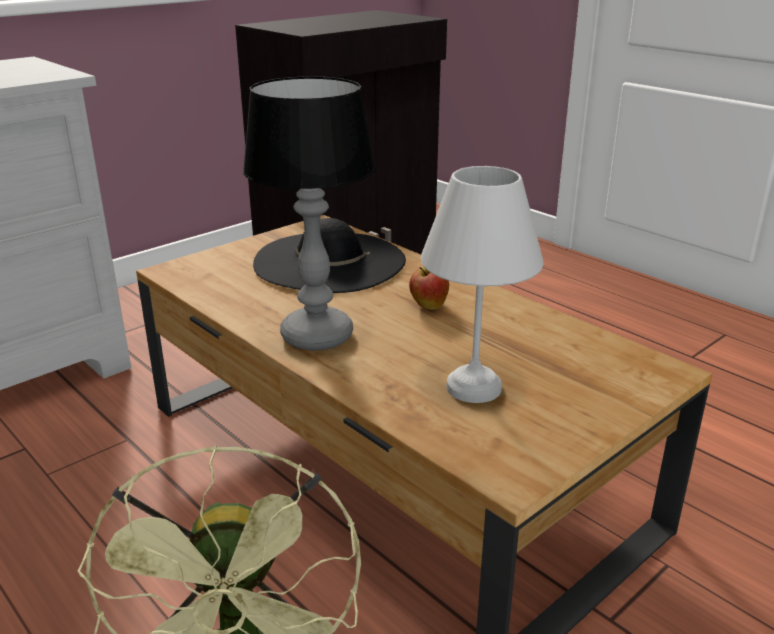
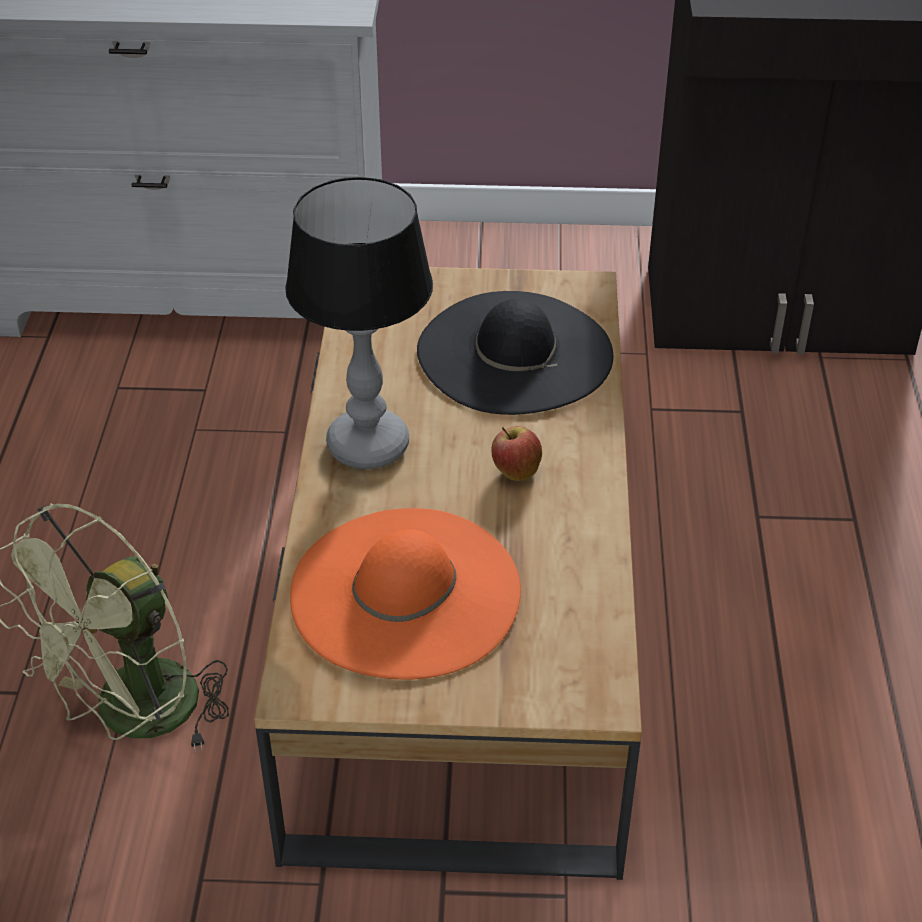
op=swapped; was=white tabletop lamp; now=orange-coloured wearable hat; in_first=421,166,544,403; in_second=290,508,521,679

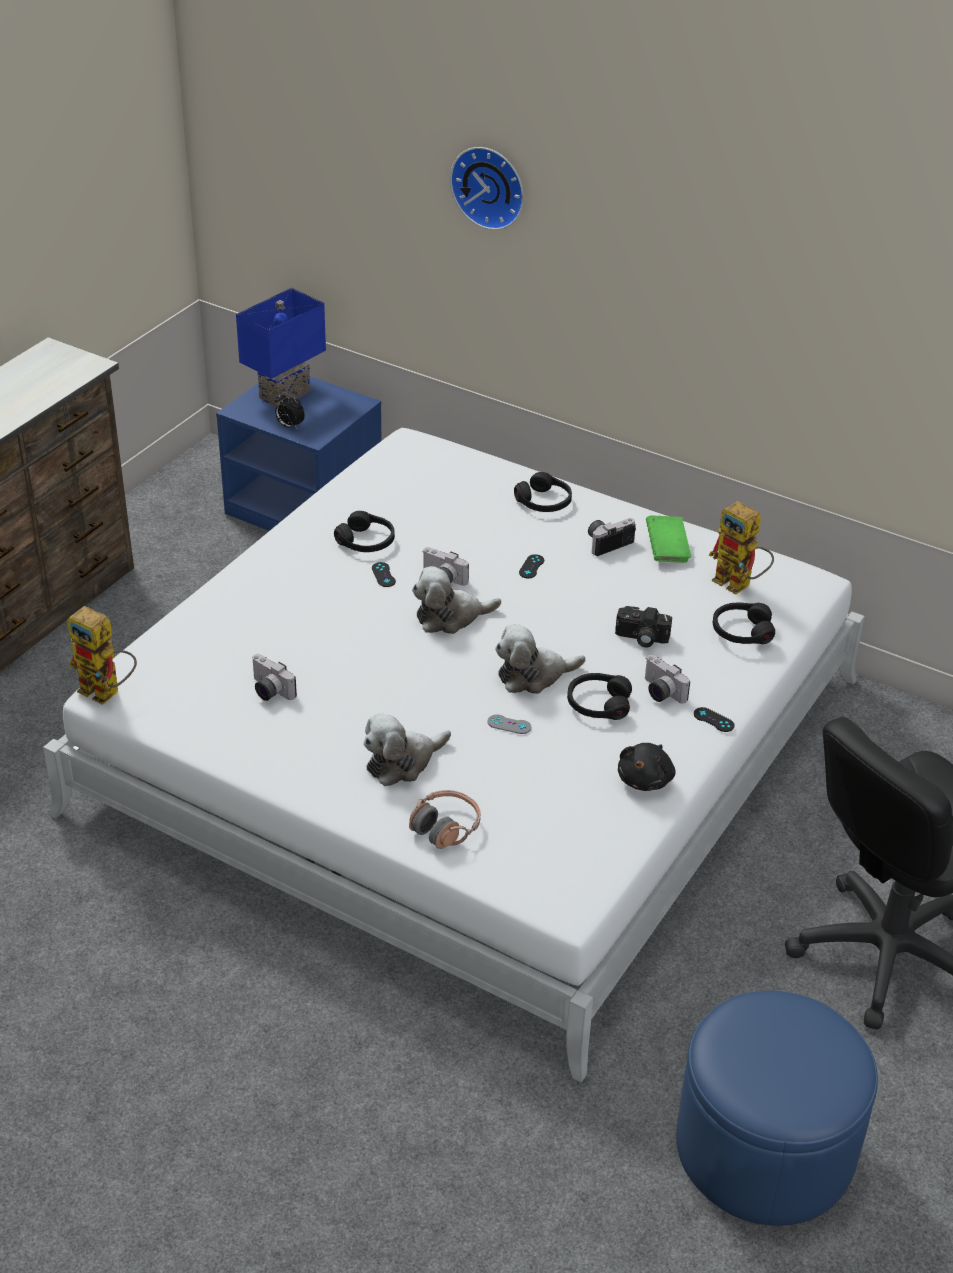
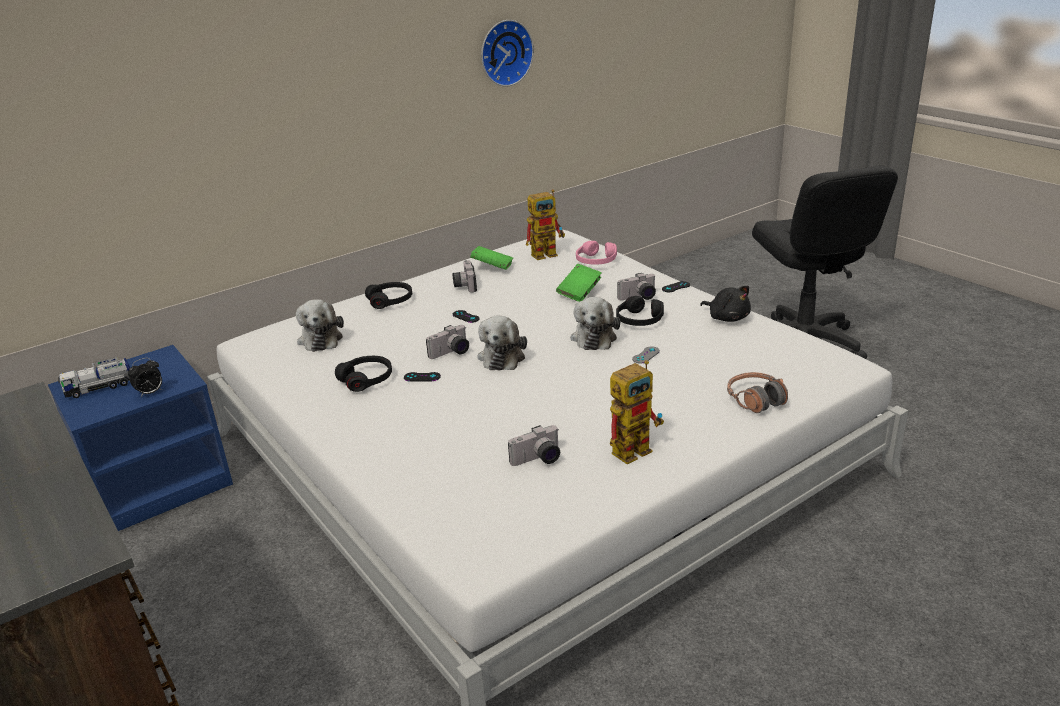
op=gone; was=blue footrest; in_first=676,991,878,1226
op=shifted; was=robot figure; in_first=67,606,137,705; in_second=610,360,664,464
op=shifted; was=plush toy; in_first=364,713,451,786; in_second=296,299,344,352
op=shifted; was=clock on the wall; in_first=450,147,524,230; in_second=481,20,534,87
op=swapped; was=blue tabletop lamp; now=model truck; in_first=236,288,326,407; in_second=58,357,130,398
op=swapped; was=still camera; now=green book; in_first=615,606,672,648; in_second=556,264,602,302
op=repainted; was=blackish pair of headphones; now=pink pair of headphones; in_first=713,602,775,644; in_second=576,241,617,265

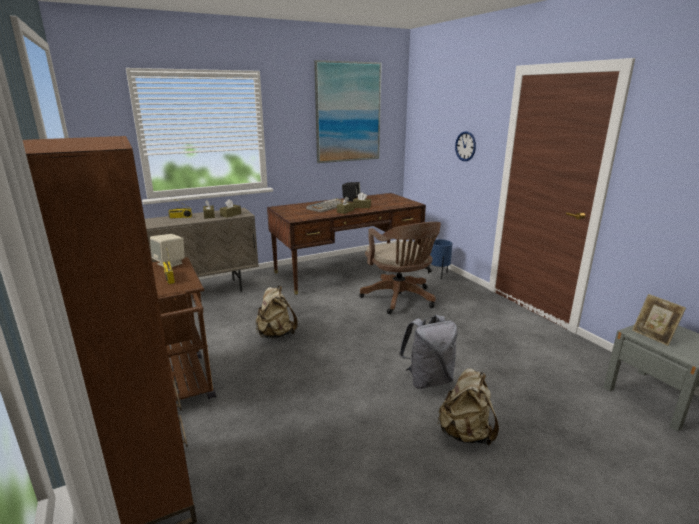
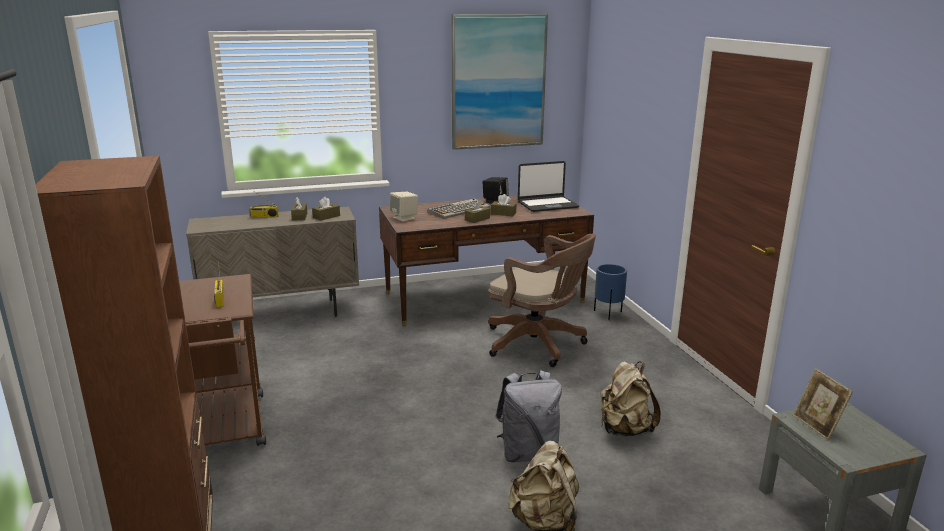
op=gone; was=clock on the wall; in_first=455,131,476,161
op=new; now=portable computer; in_second=518,161,579,212
op=shifted; was=beige loudspeaker; in_first=150,234,185,267; in_second=390,192,418,222
op=shifted; was=beige knapsack; in_first=256,286,298,338; in_second=601,361,661,436
op=rotated; was=brownish office chair; in_first=359,222,441,314; in_second=488,234,596,367; clockwise=-45

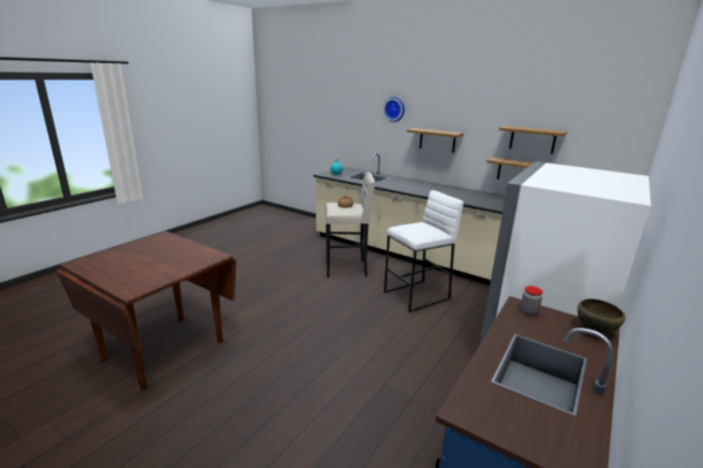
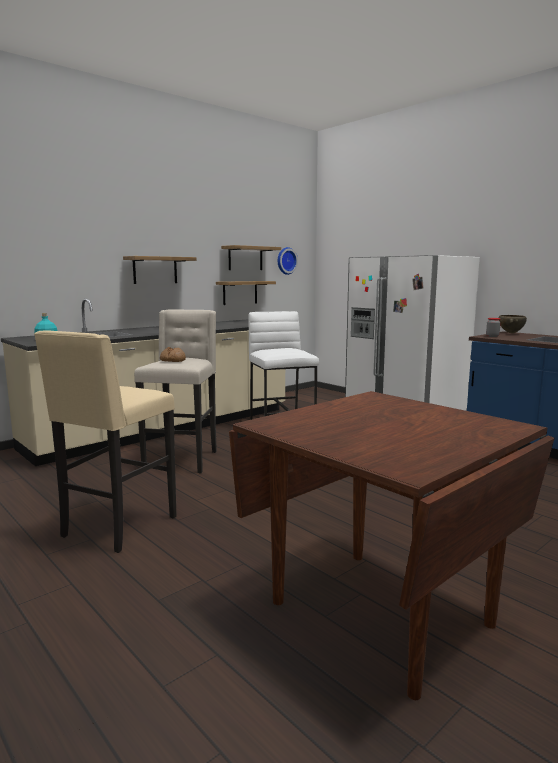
op=new; now=beige stool seat; in_second=34,330,177,553
op=shifted; was=clock on the wall; in_first=383,97,404,122; in_second=278,247,298,275

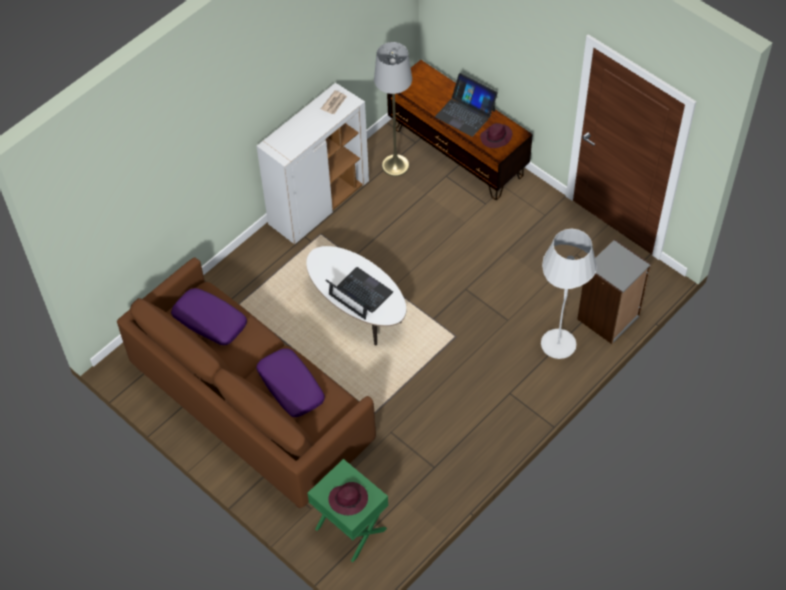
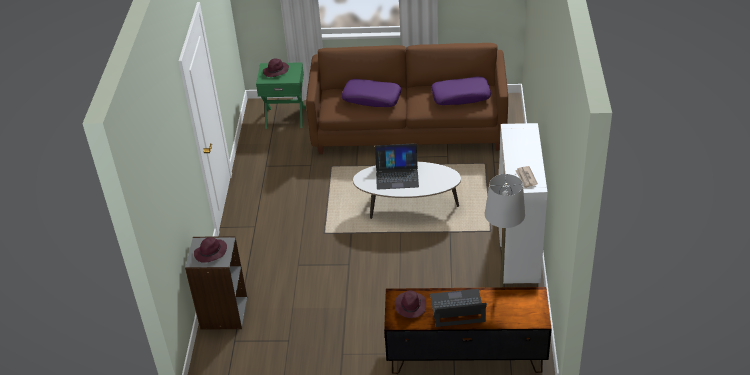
op=gone; was=white standing lamp; in_first=541,229,597,359
op=new; now=purple-coloured wearable hat; in_second=194,237,227,263

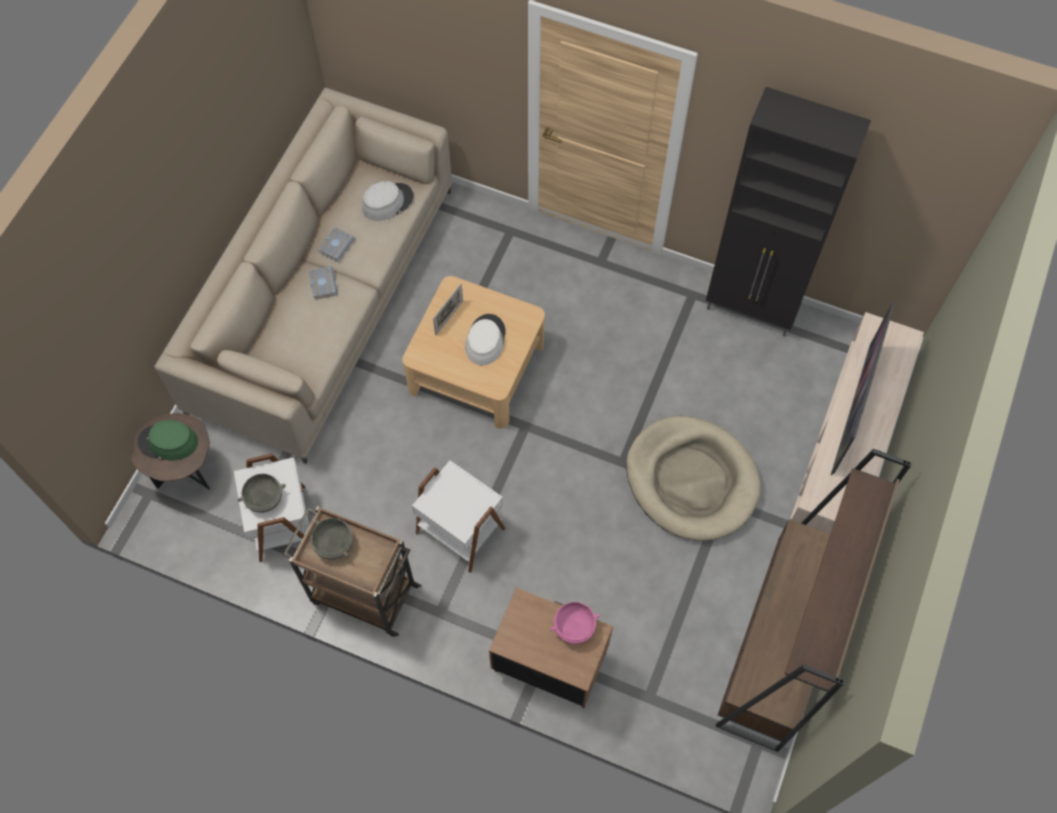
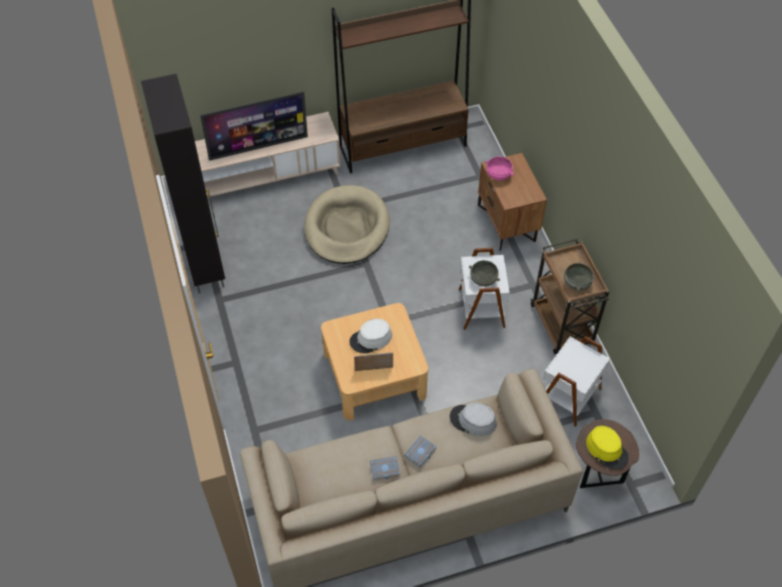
op=shifted; was=grey serving bowl; in_first=238,474,286,513; in_second=469,260,500,287
op=shifted; was=grey wearable hat; in_first=362,181,413,221; in_second=450,402,497,436
op=repainted; was=green wearable hat; now=yellow-coloured wearable hat; in_first=137,420,198,461; in_second=586,426,629,469

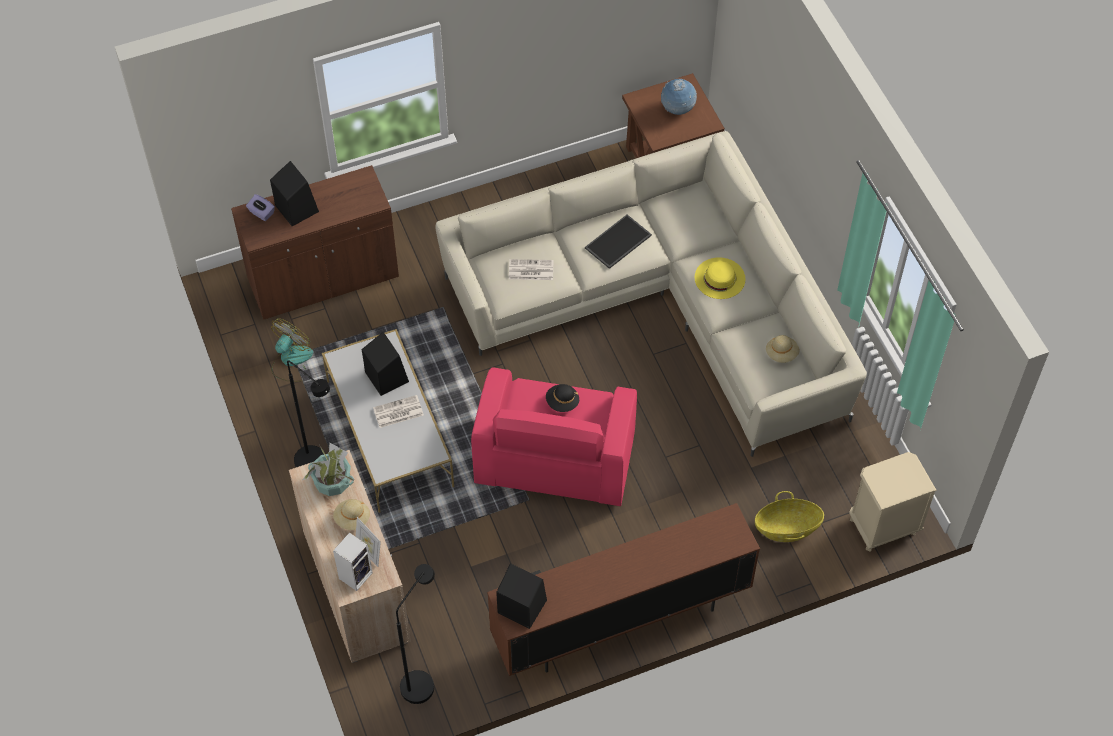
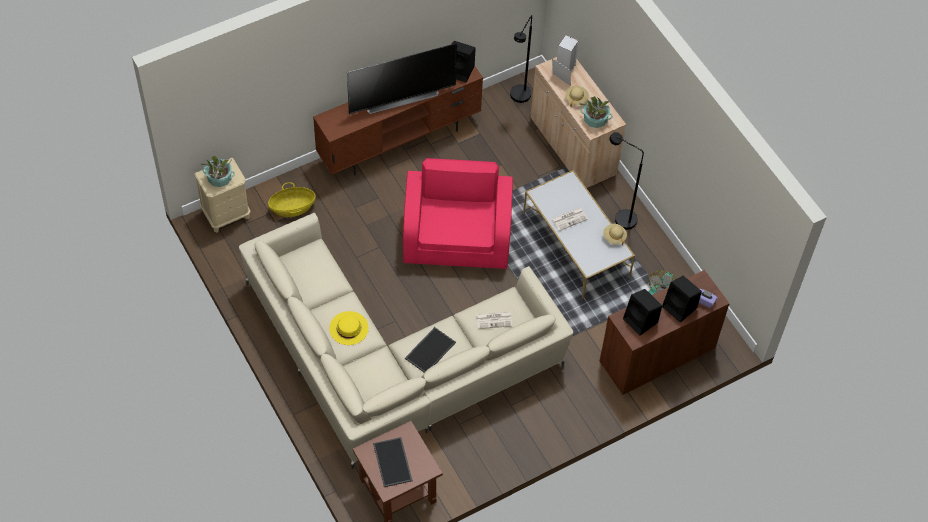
op=gone; was=blackish wearable hat; in_first=546,384,579,412
op=new; now=houseplant; in_second=200,155,235,187
op=new; now=television; in_second=347,43,457,114
op=shifted; was=blackish loudspeaker; in_first=362,332,409,396; in_second=623,289,662,336
op=shifted; was=beige wearable hat; in_first=766,335,800,363; in_second=603,224,627,245
op=swapped; was=globe; now=serving tray; in_first=661,79,697,115; in_second=373,437,412,487

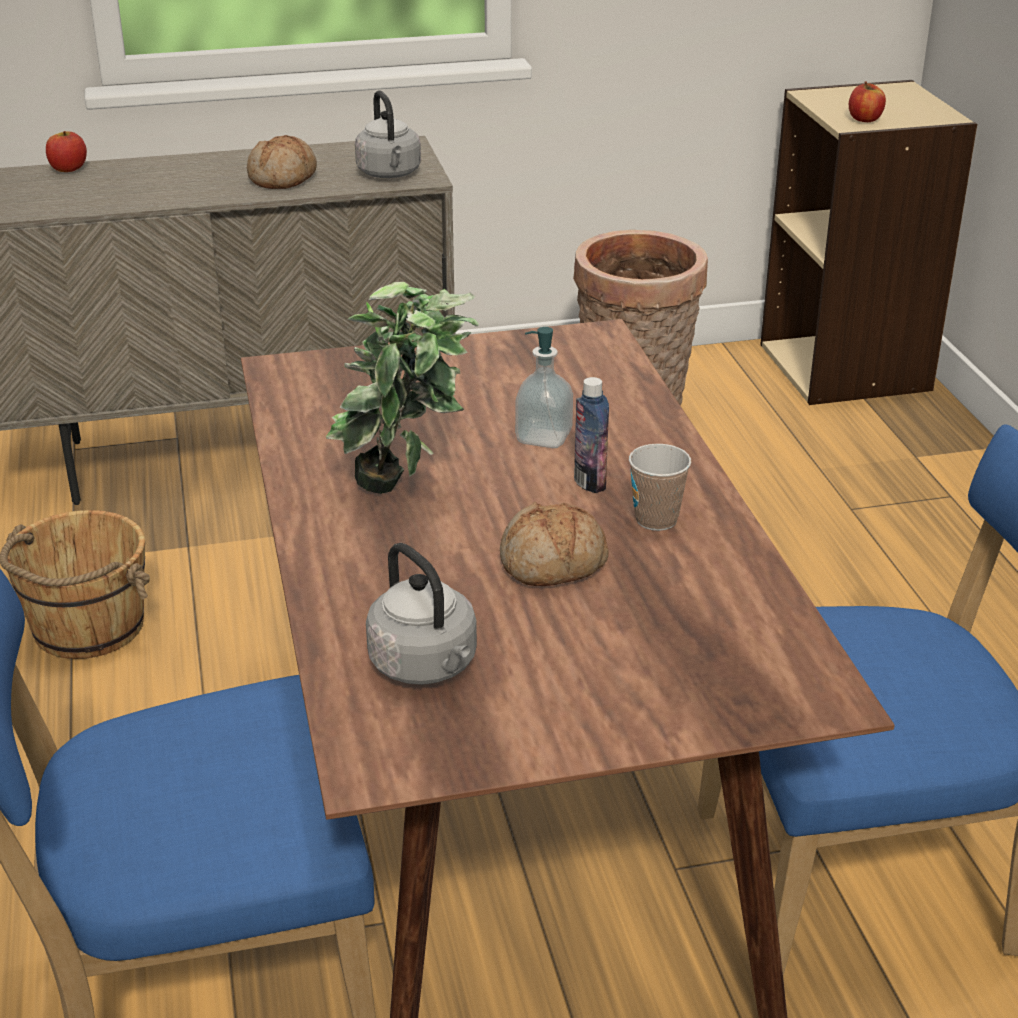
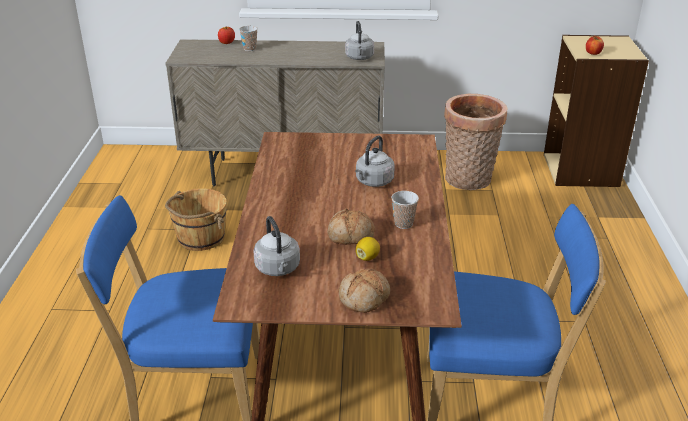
op=gone; was=houseplant; in_first=326,282,479,494
op=gone; was=drink bottle; in_first=574,377,609,493
op=new; now=drinking cup; in_second=239,26,258,51
op=new; now=lemon; in_second=355,237,380,261
op=shifted; was=bread; in_first=247,135,317,189; in_second=339,269,390,313
op=swapped; was=soap bottle; now=grey tea kettle; in_first=515,327,573,448; in_second=355,136,395,187

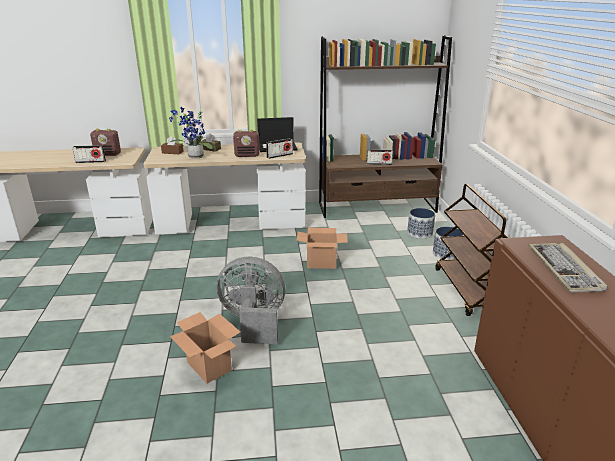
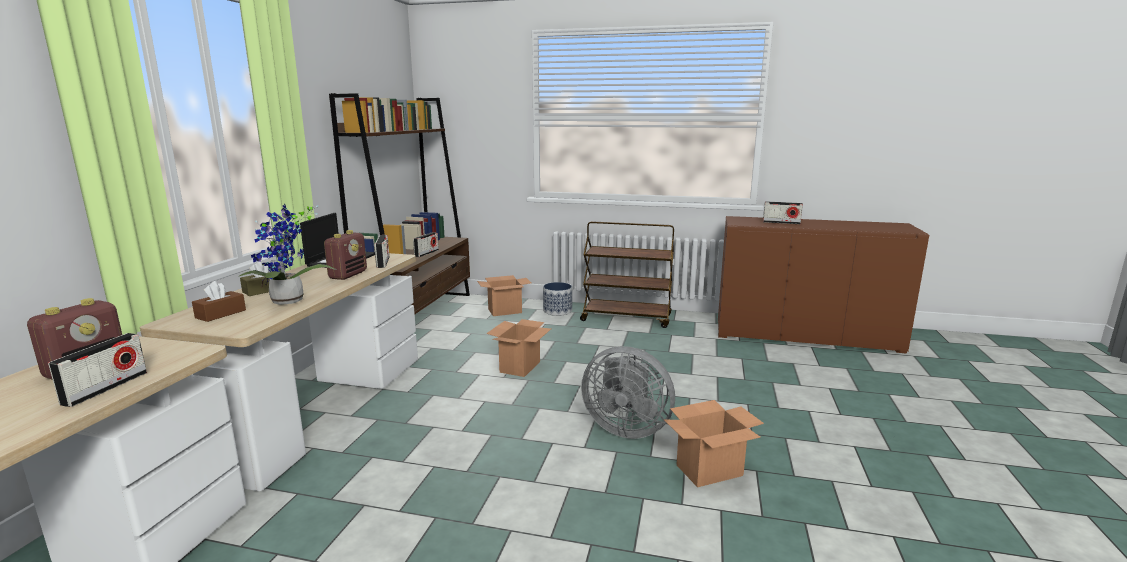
op=swapped; was=flower pot; now=cardboard box; in_first=407,208,435,239; in_second=477,275,531,316
op=swapped; was=computer keyboard; now=radio receiver; in_first=529,243,607,292; in_second=763,201,803,224
op=rotated; was=grey fan; in_first=216,257,285,344; in_second=581,346,675,439; clockwise=-90

